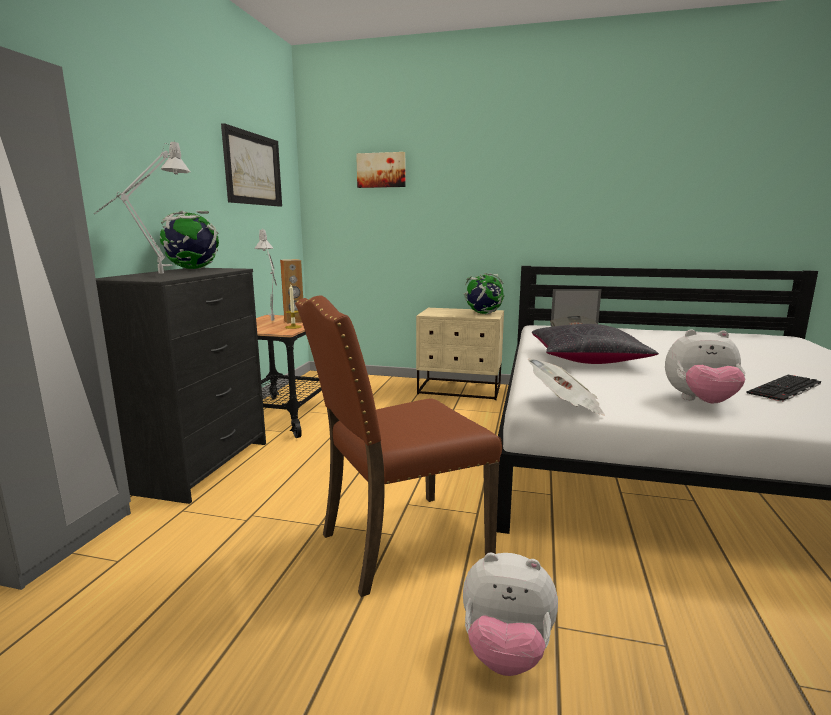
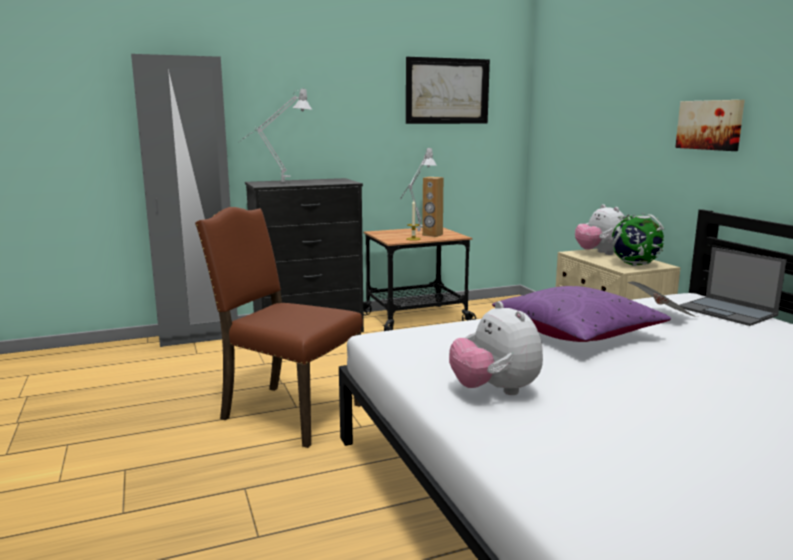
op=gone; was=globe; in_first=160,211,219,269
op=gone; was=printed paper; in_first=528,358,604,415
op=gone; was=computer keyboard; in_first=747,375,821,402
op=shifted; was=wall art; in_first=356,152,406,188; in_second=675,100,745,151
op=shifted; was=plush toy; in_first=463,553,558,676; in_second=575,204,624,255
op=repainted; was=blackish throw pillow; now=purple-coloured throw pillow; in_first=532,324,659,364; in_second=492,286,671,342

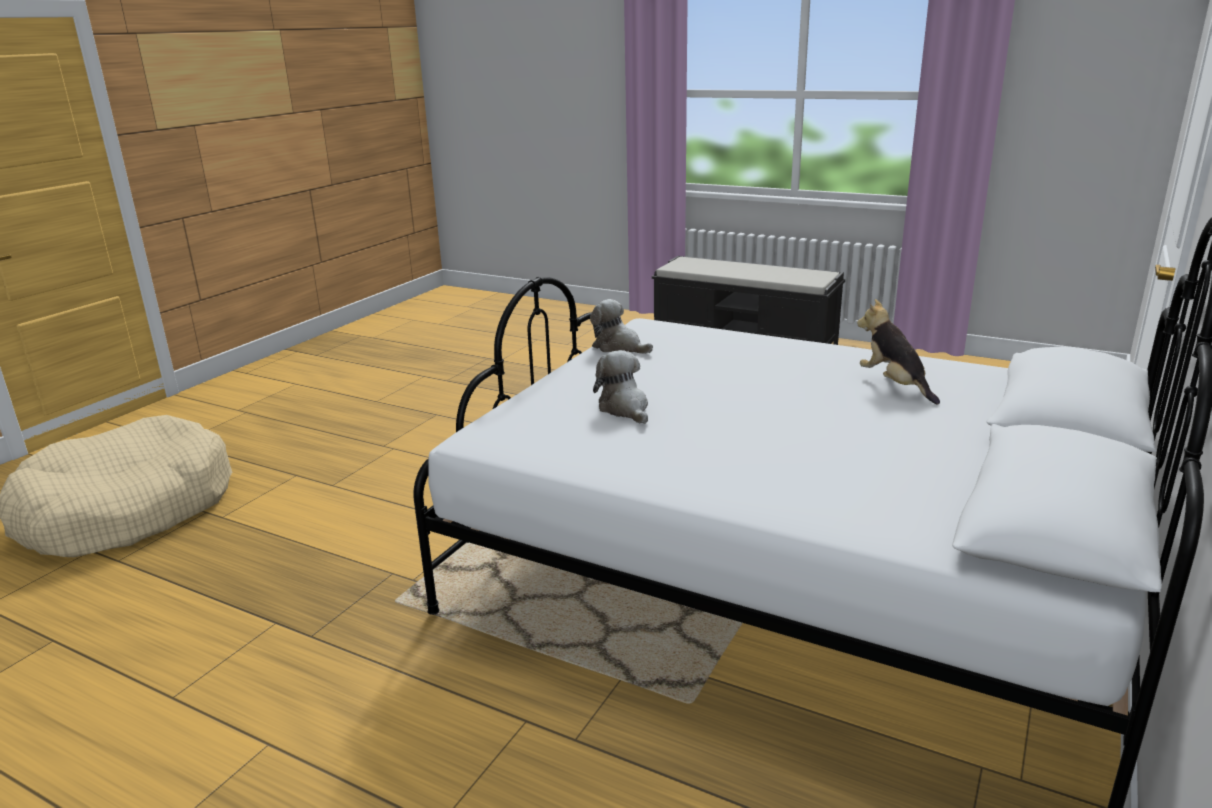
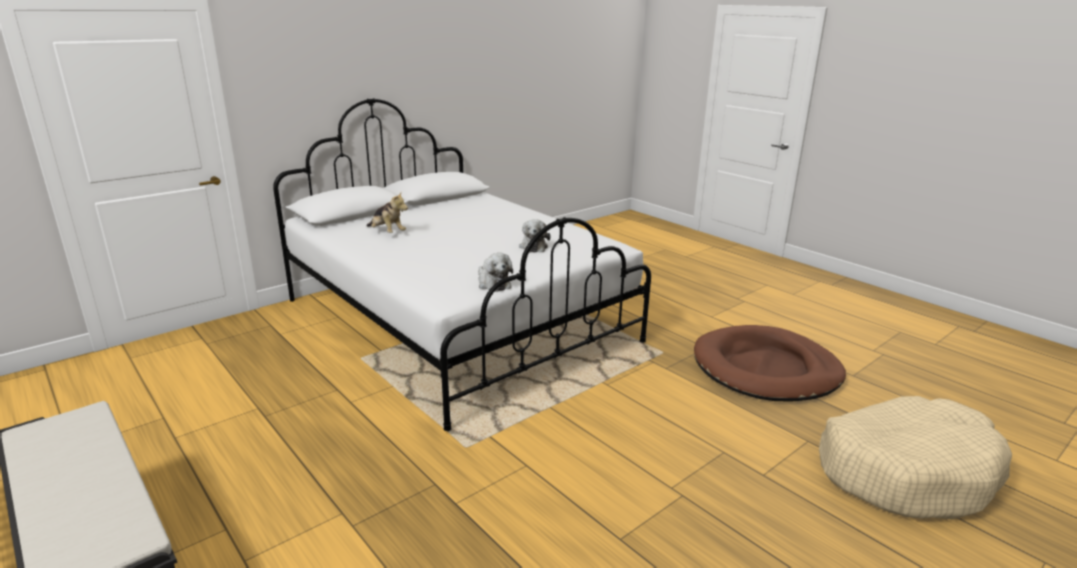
op=new; now=brownish pet bed; in_second=694,325,846,401
op=rotated; was=plush toy; in_first=857,299,940,405; in_second=367,193,408,233; clockwise=-45

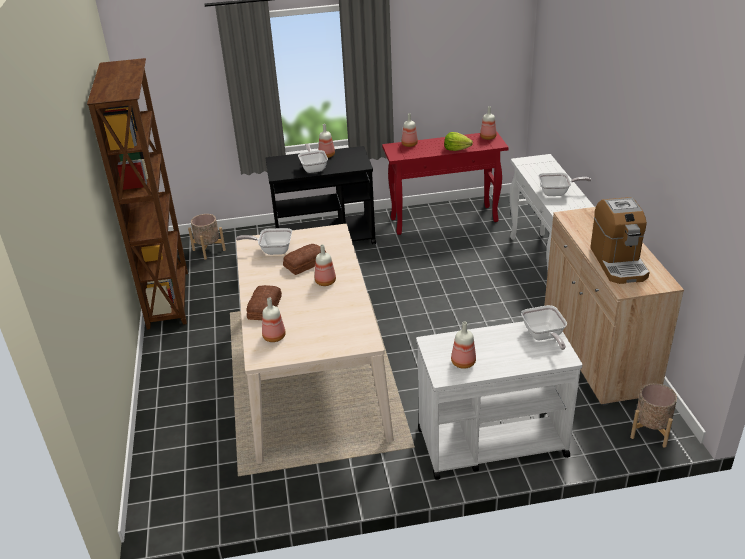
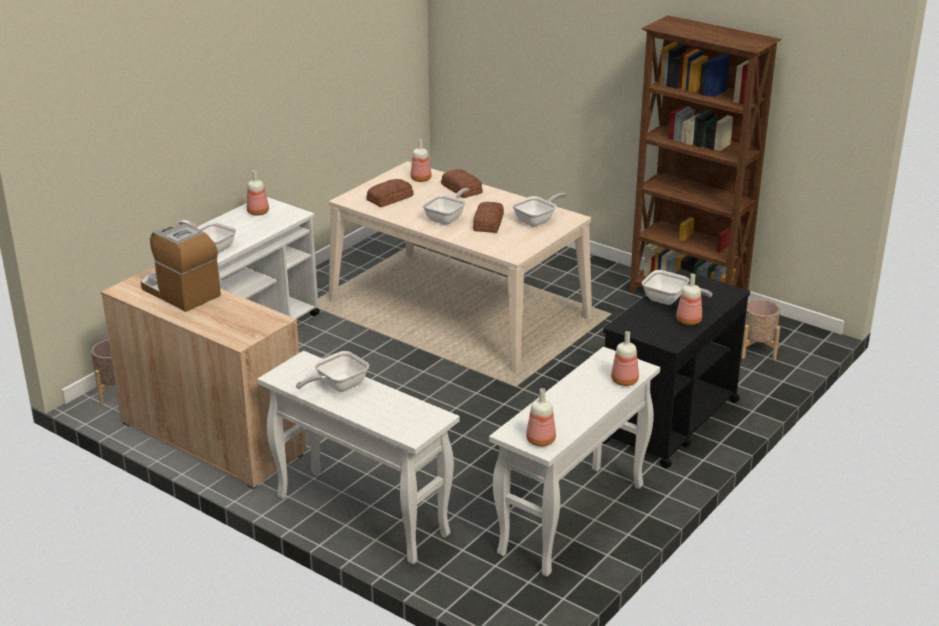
op=gone; was=lettuce; in_first=444,132,473,151
op=new; now=bread; in_second=366,179,413,207
op=swapped; was=drink bottle; now=pan; in_first=315,244,336,286; in_second=422,188,470,225
op=repainted; was=red-coloured console table; now=white console table; in_first=382,131,509,235; in_second=489,347,660,577

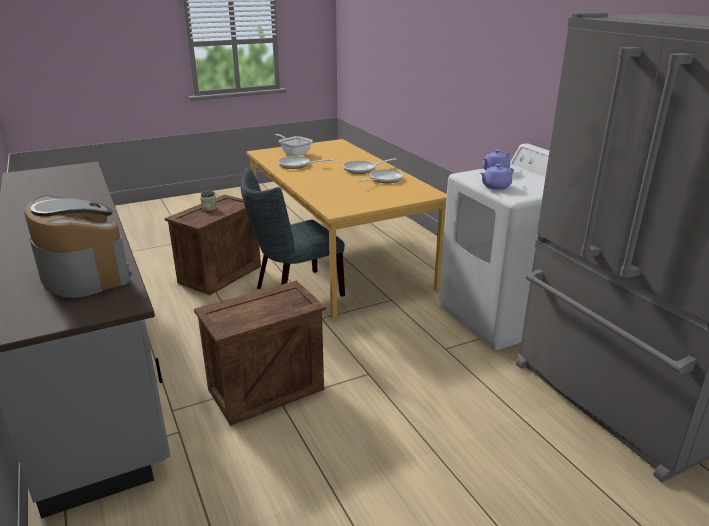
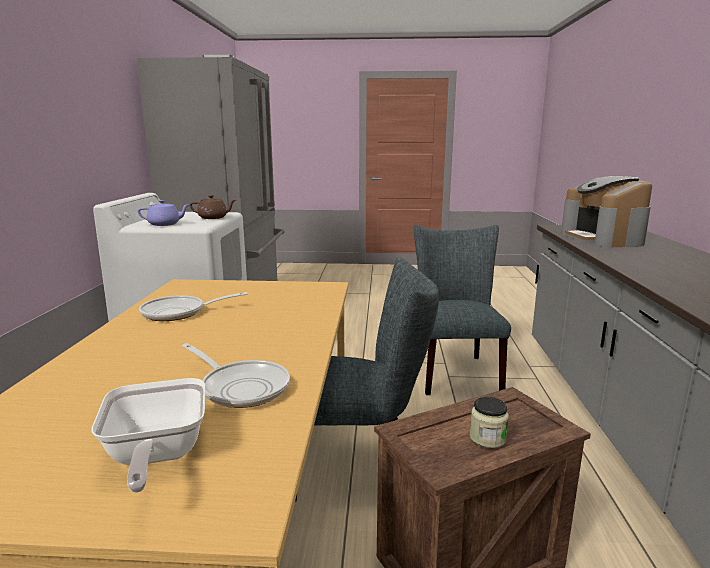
op=gone; was=pan; in_first=343,158,397,174
op=swapped; was=crate; now=grey plain chair; in_first=194,280,326,426; in_second=414,225,511,395
op=repainted; was=purple-coloured teapot; now=brownish teapot; in_first=480,164,514,190; in_second=190,195,236,219

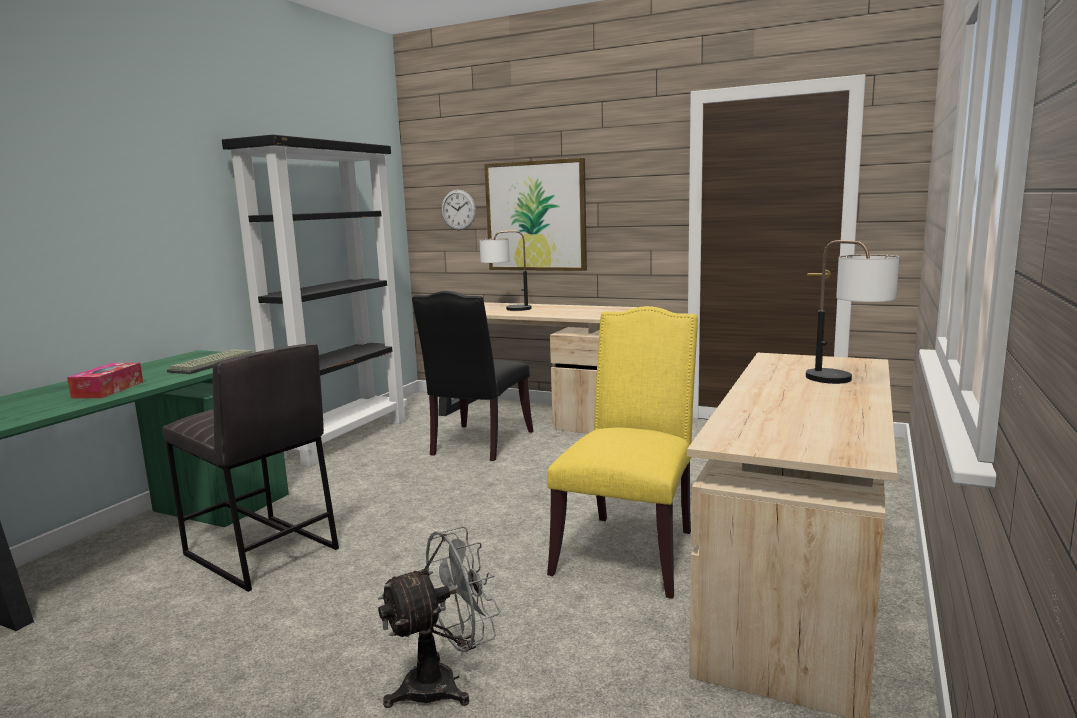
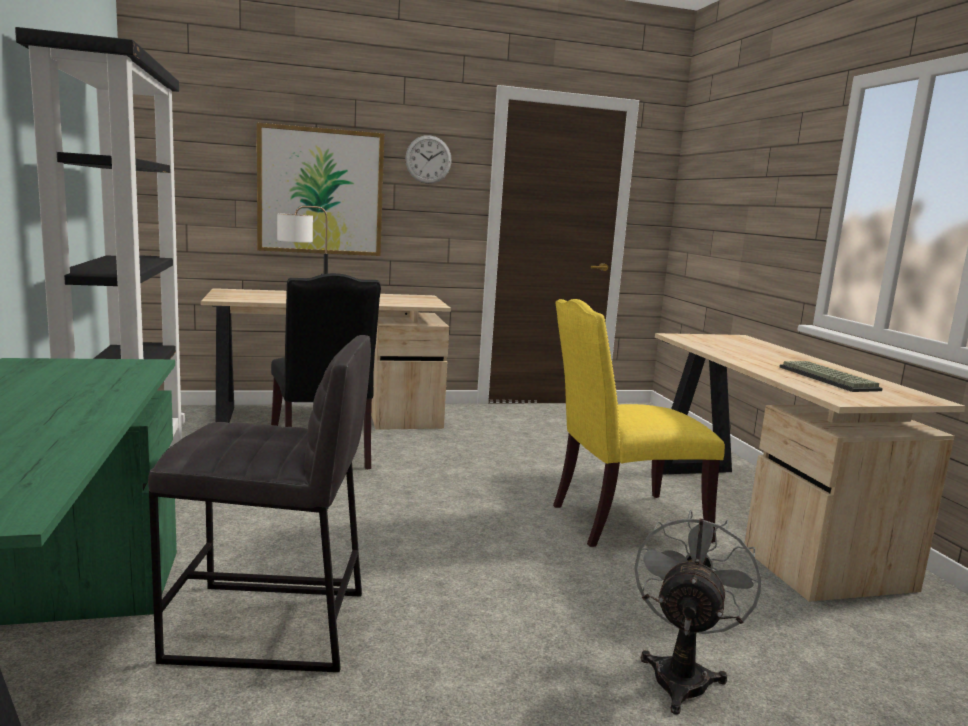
op=gone; was=box of tissues; in_first=67,363,143,398
op=gone; was=tabletop lamp; in_first=806,240,899,384
op=shifted; was=computer keyboard; in_first=167,349,252,374; in_second=779,361,883,392
op=shifted; was=clock on the wall; in_first=441,190,476,230; in_second=405,135,452,184
op=rotated; was=yellow-coloured plain chair; in_first=547,306,698,599; in_second=553,299,725,547; clockwise=-90

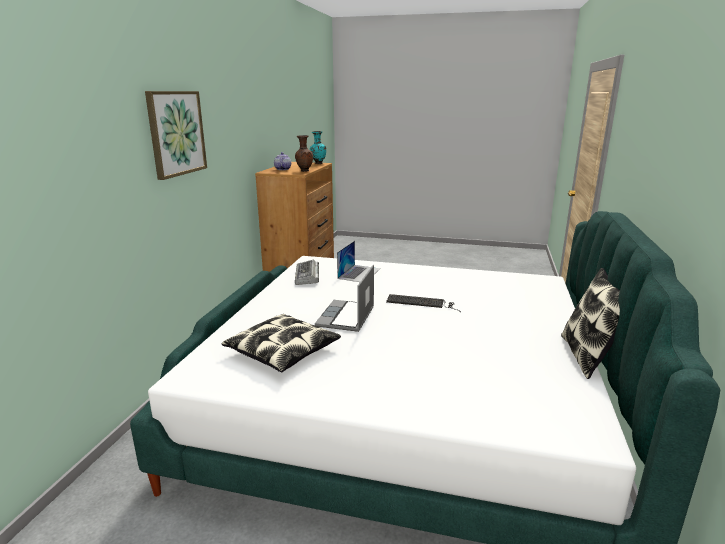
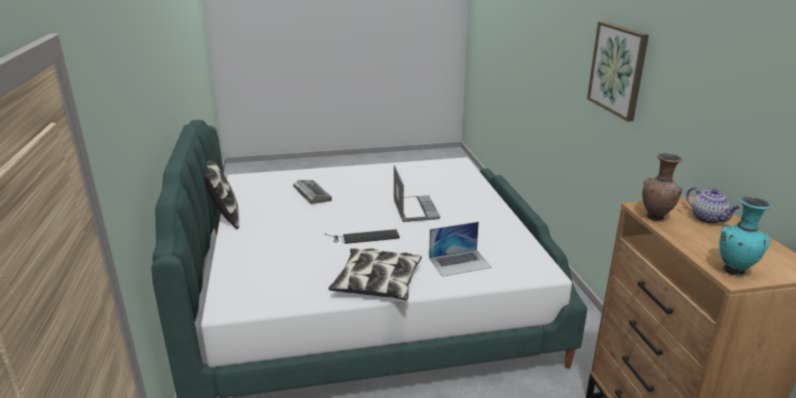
op=shifted; was=throw pillow; in_first=221,314,341,373; in_second=328,248,422,300
op=shifted; was=computer keyboard; in_first=295,260,319,285; in_second=293,180,332,204
op=rotated; was=portable computer; in_first=337,241,380,282; in_second=429,222,492,277; clockwise=-105

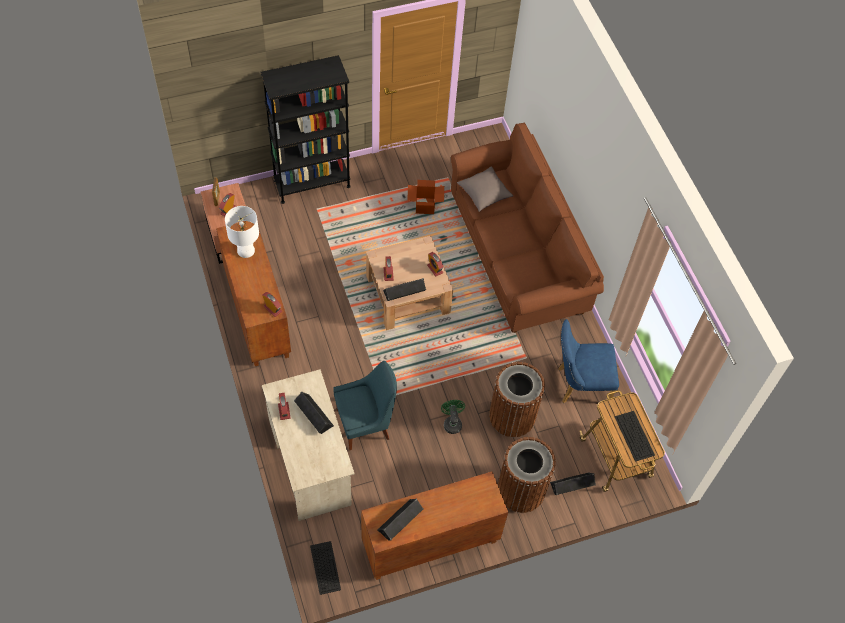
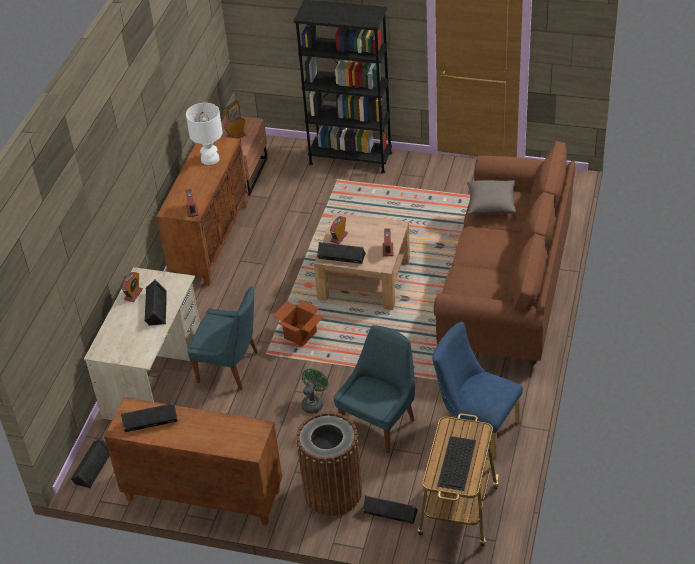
op=shifted; was=cardboard box; in_first=407,180,444,214; in_second=273,300,323,347
op=swapped; was=computer keyboard; now=blackish loudspeaker; in_first=310,541,341,595; in_second=71,438,110,488
op=swapped; was=brownish rubbish bin; now=blue plain chair; in_first=489,362,545,437; in_second=334,325,415,453

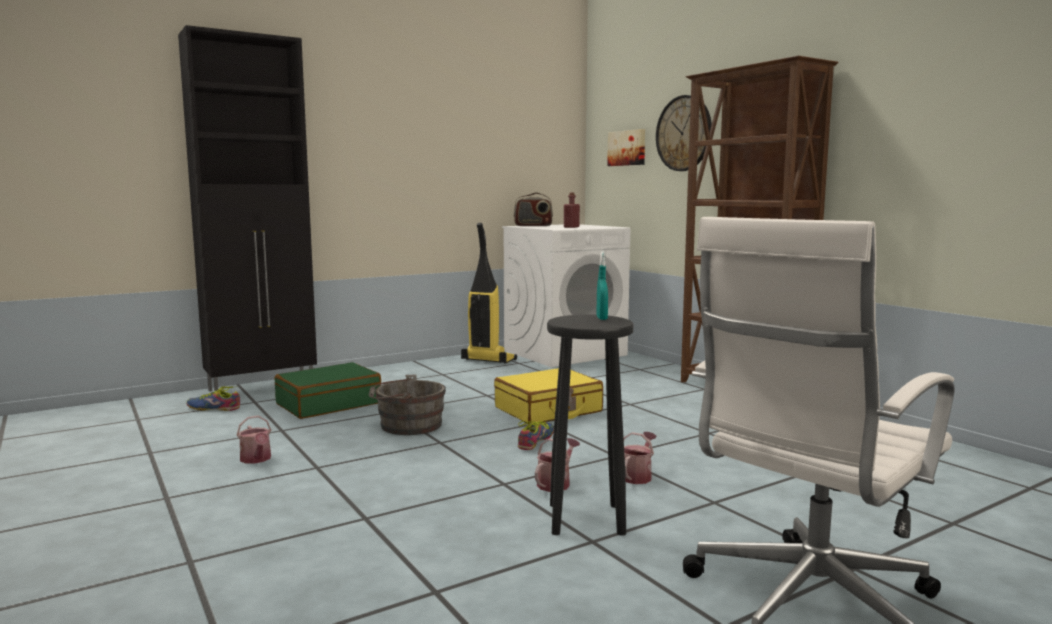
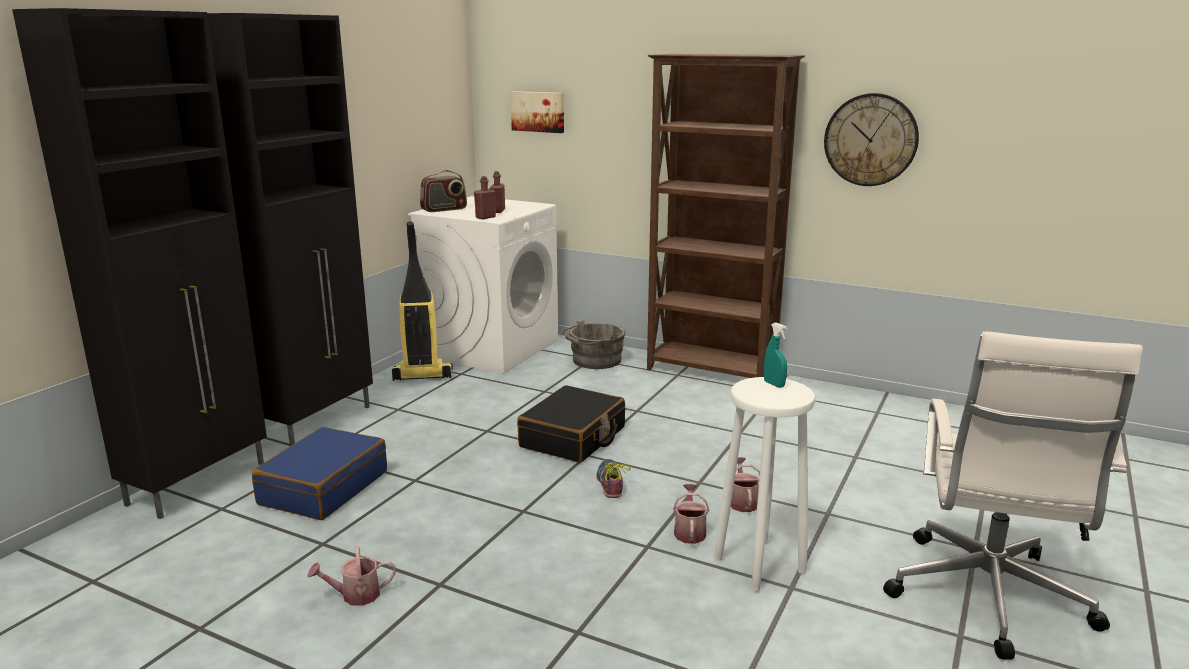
op=gone; was=low shoe; in_first=186,387,240,411
op=new; now=blackish storage cabinet; in_second=207,13,373,446
op=new; now=red-coloured drink bottle; in_second=474,176,496,219
op=shifted; was=grey pail; in_first=368,374,446,435; in_second=563,320,625,369
op=shifted; was=clock on the wall; in_first=656,95,712,171; in_second=824,93,919,186
op=repainted; was=green suitcase; now=blue suitcase; in_first=275,362,381,419; in_second=252,427,387,520
op=repainted; was=yellow-coloured suitcase; now=blackish suitcase; in_first=494,368,603,424; in_second=517,385,625,463
op=repainted; was=blackish stool seat; now=white stool seat; in_first=547,315,633,536; in_second=714,377,815,592
op=rotated; was=watering pot; in_first=237,416,271,464; in_second=307,546,396,606; clockwise=135

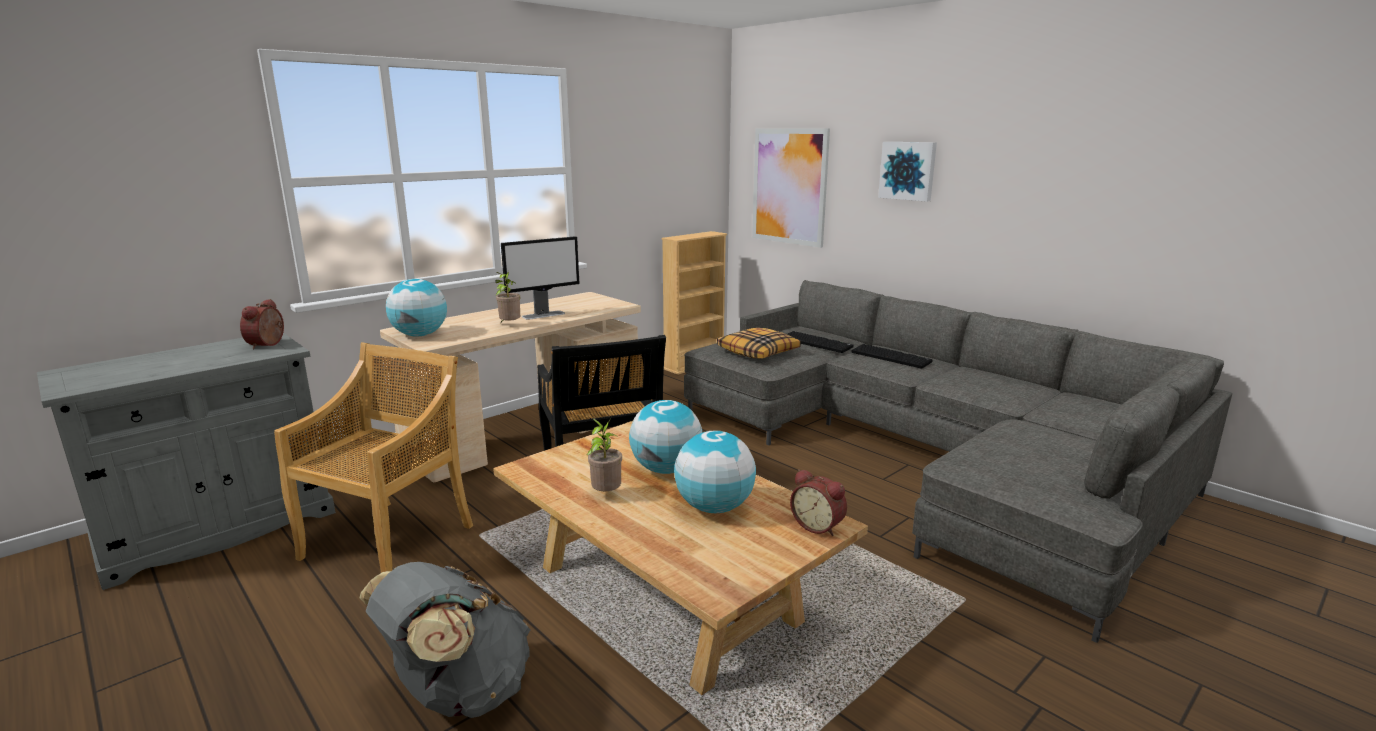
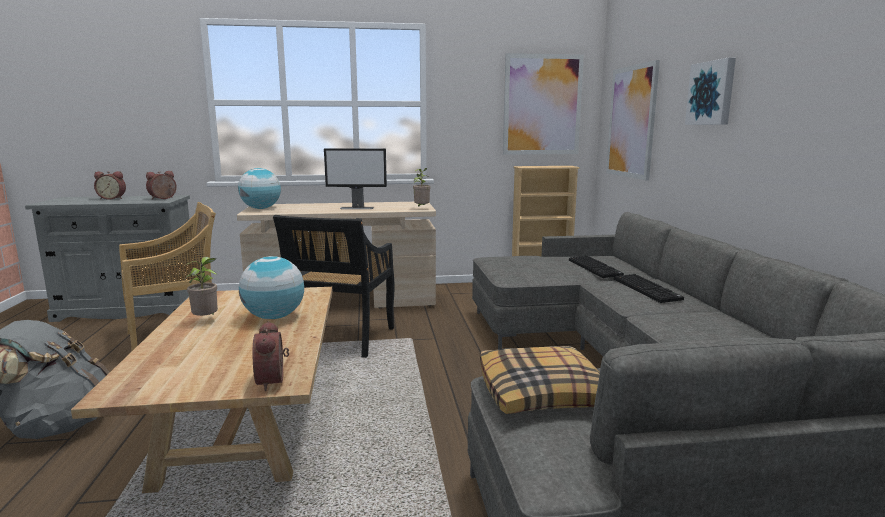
op=gone; was=globe; in_first=674,430,756,513
op=new; now=alarm clock; in_second=94,171,126,200
op=new; now=wall art; in_second=503,53,584,155
op=shifted; was=houseplant; in_first=495,271,520,322; in_second=413,168,431,207
op=shifted; was=throw pillow; in_first=717,328,801,358; in_second=480,346,600,414

